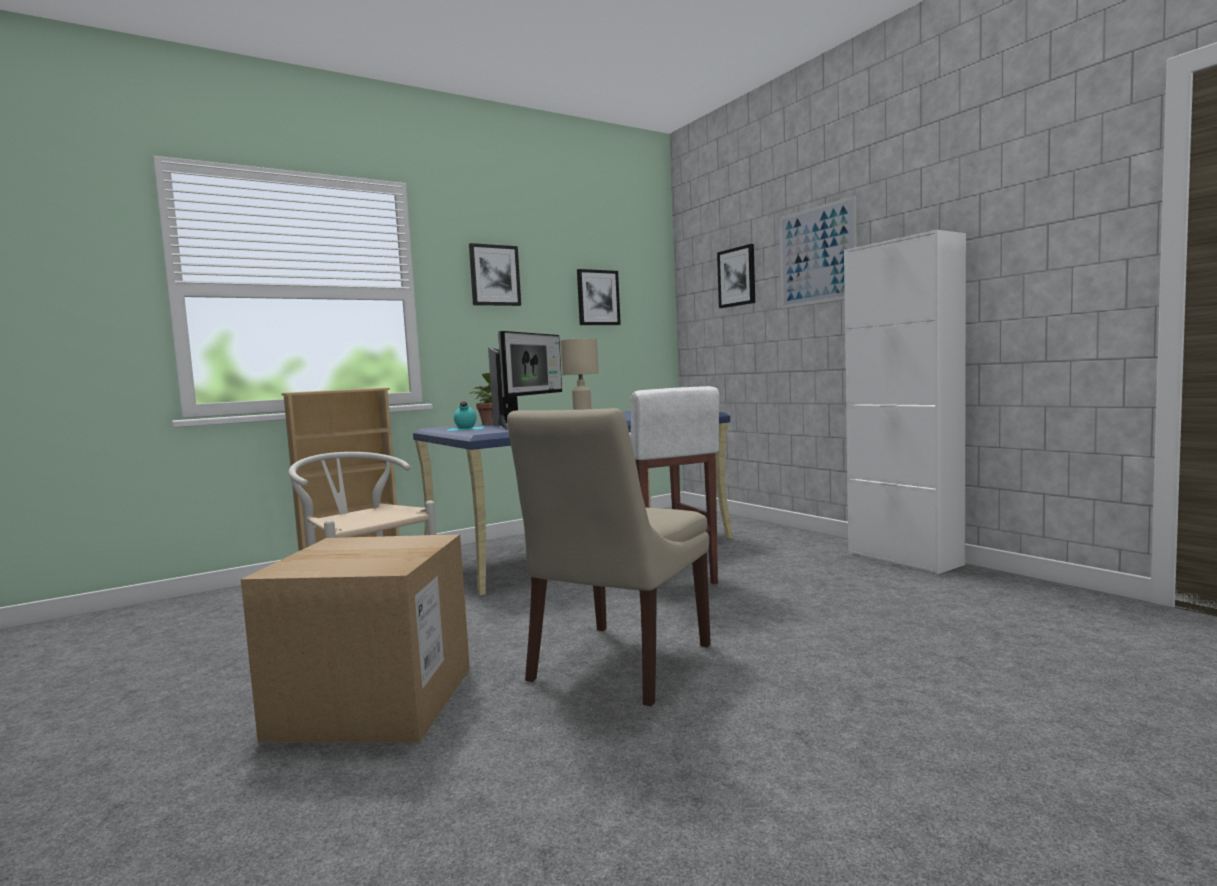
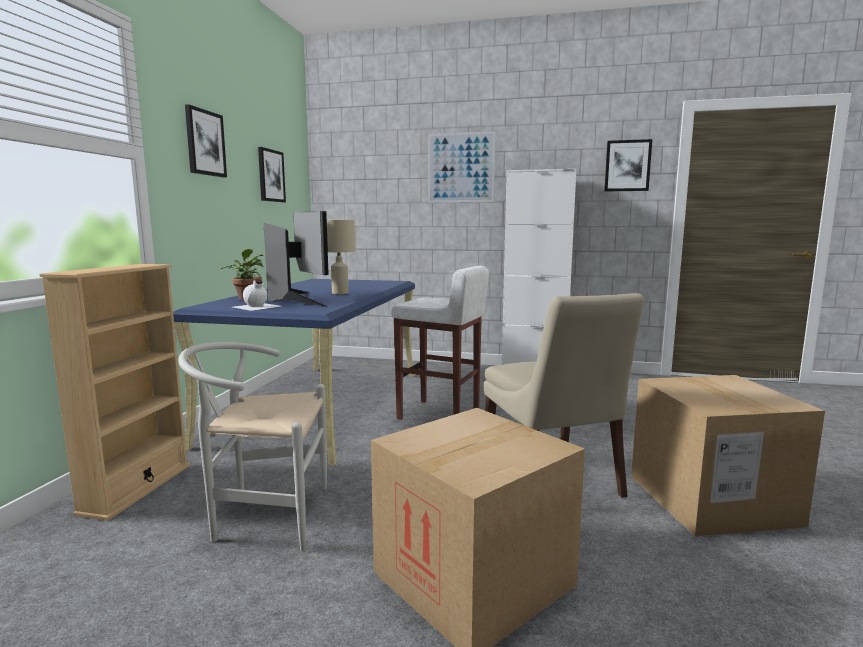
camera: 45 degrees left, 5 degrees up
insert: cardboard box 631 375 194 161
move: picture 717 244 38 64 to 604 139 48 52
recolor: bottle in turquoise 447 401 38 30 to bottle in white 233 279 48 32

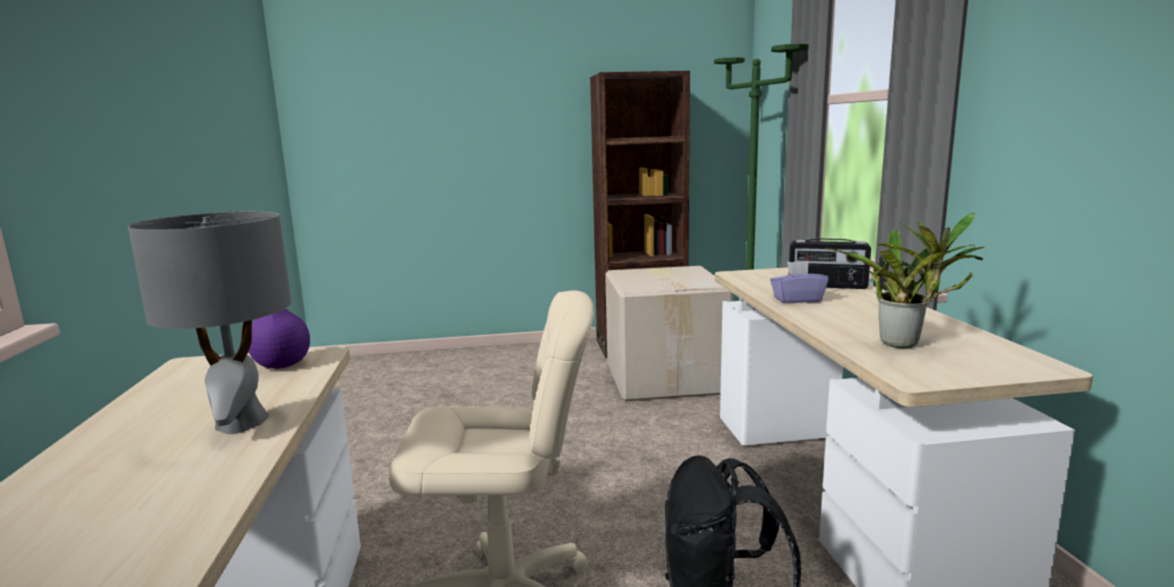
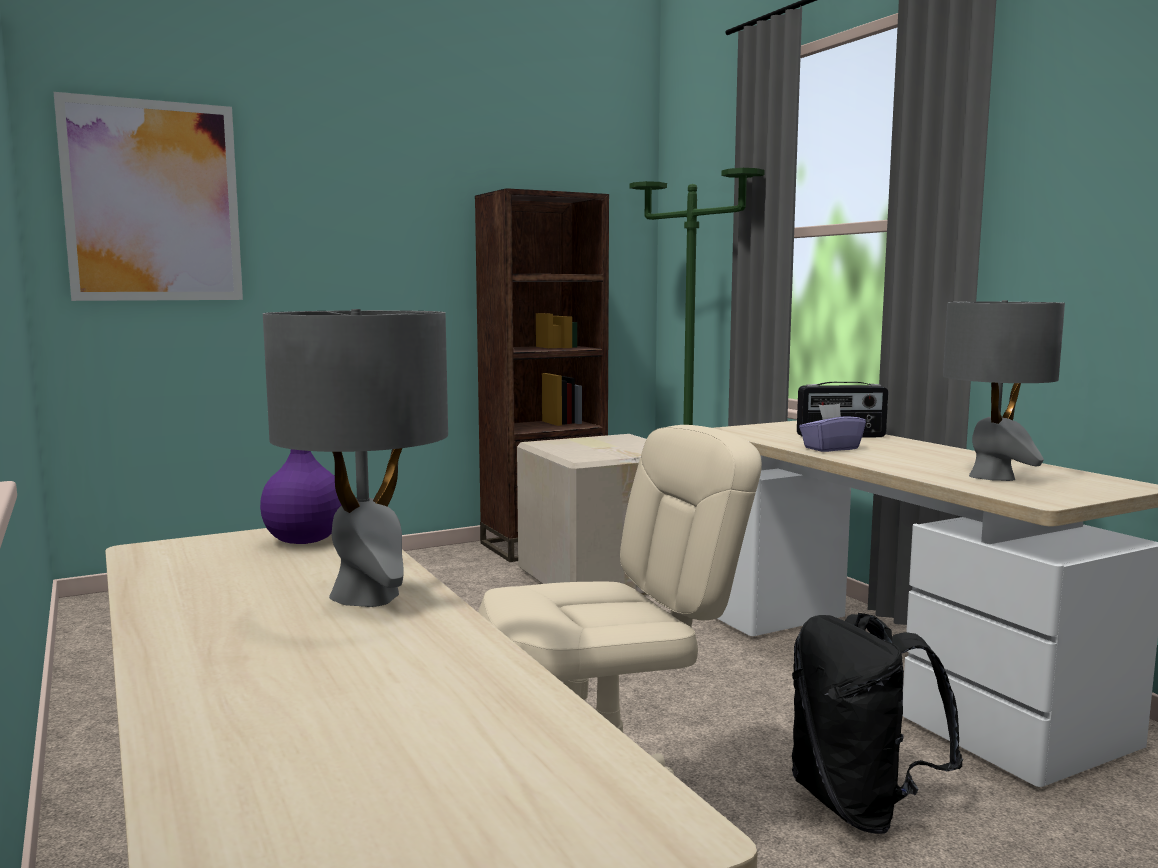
camera: 20 degrees left, 5 degrees down
insert: picture 54 92 189 209
replace: potted plant 826 213 158 135 to table lamp in grey 943 300 122 181

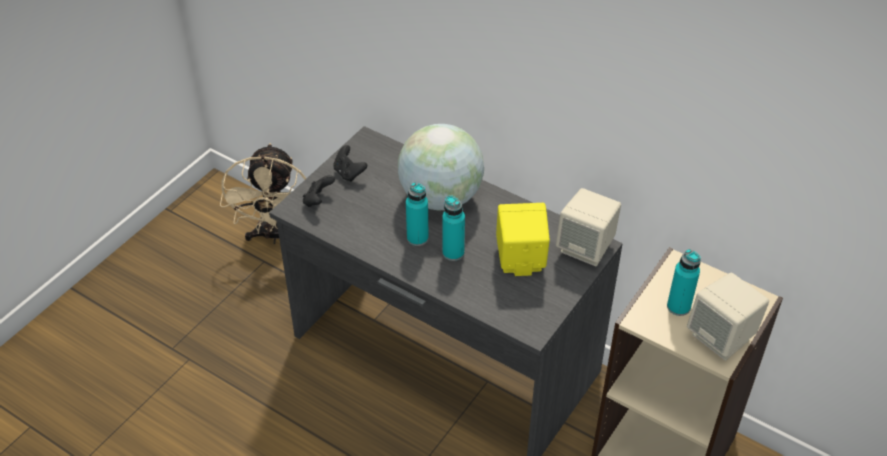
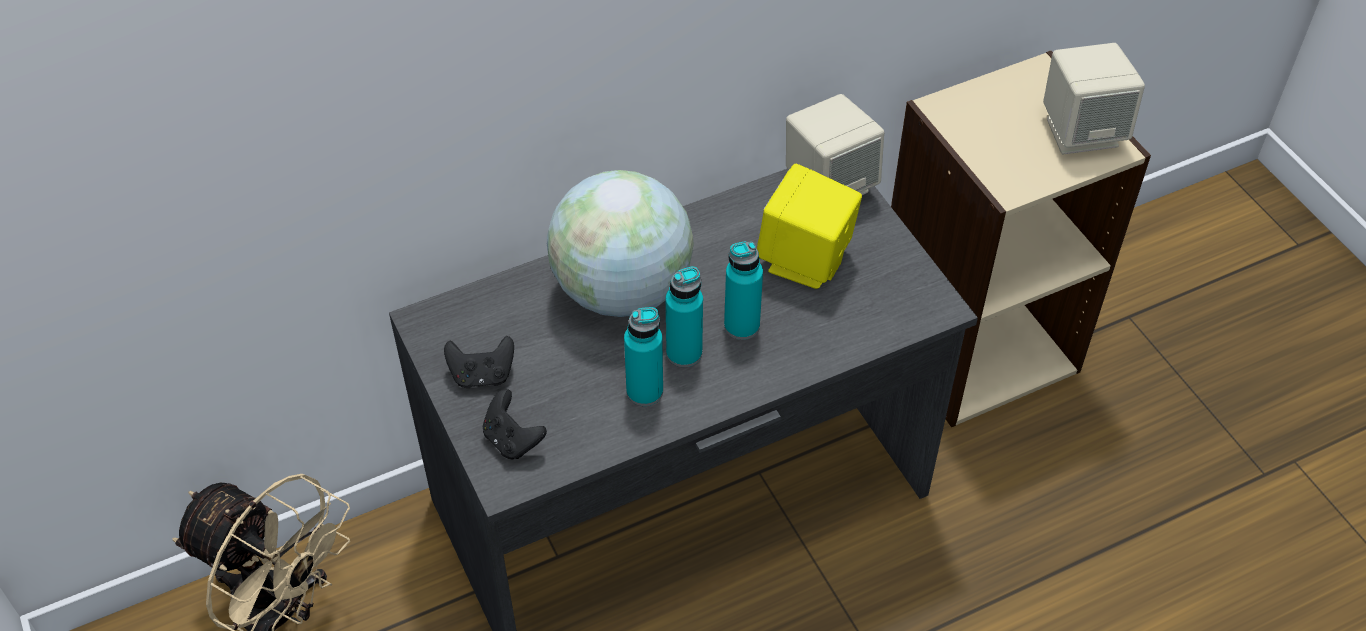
camera: 60 degrees left, 5 degrees up
move: bottle in turquoise 667 249 34 67 to 624 307 39 99

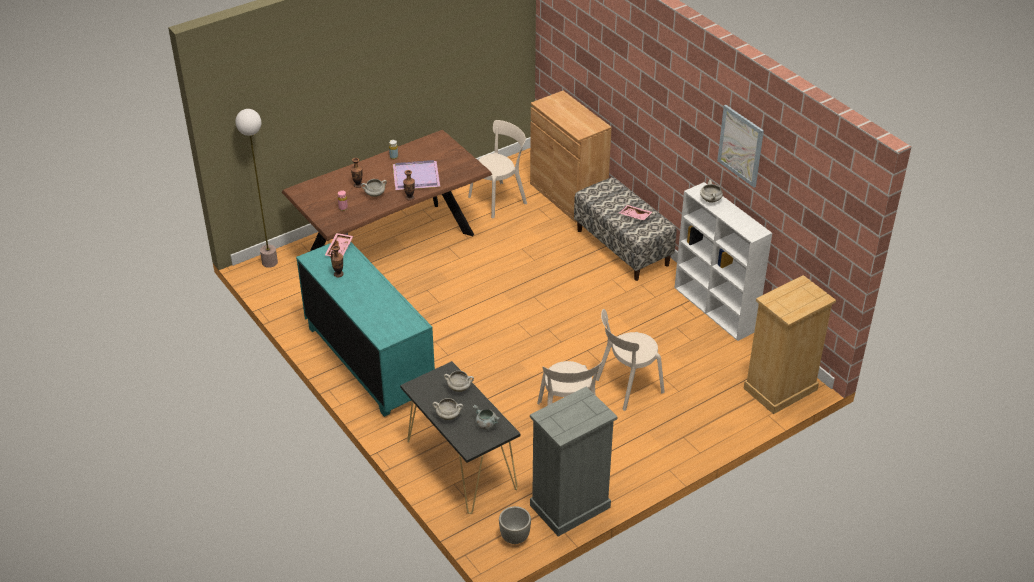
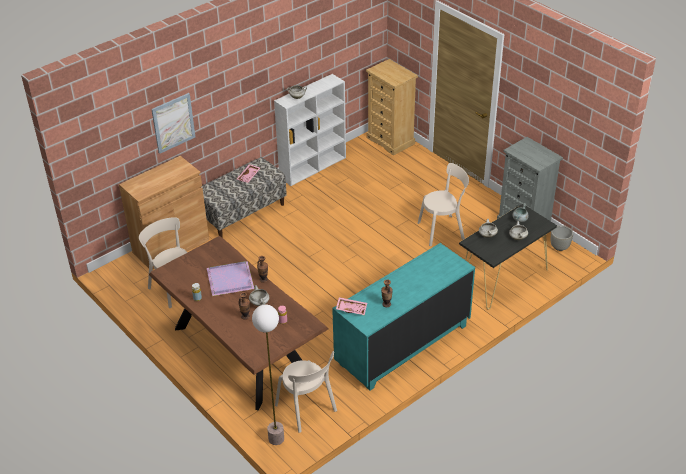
camera: 95 degrees left, 0 degrees up
move: chair in beige 596 309 69 102 to 275 351 62 82; picture 717 105 47 83 to 151 93 44 61

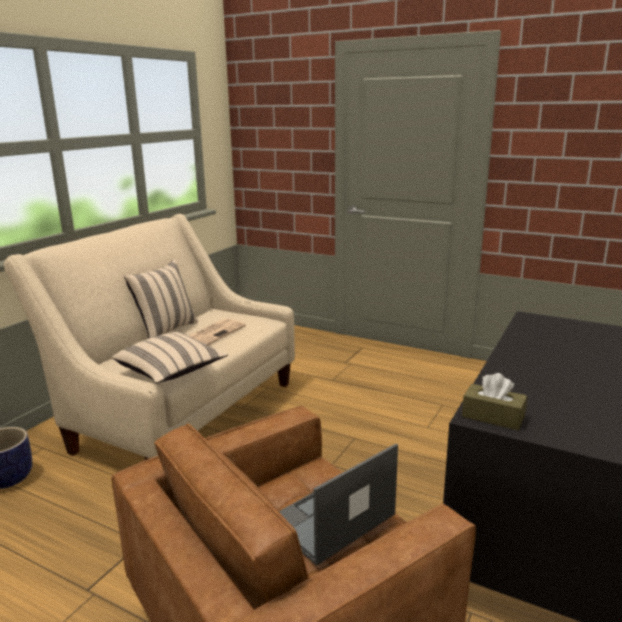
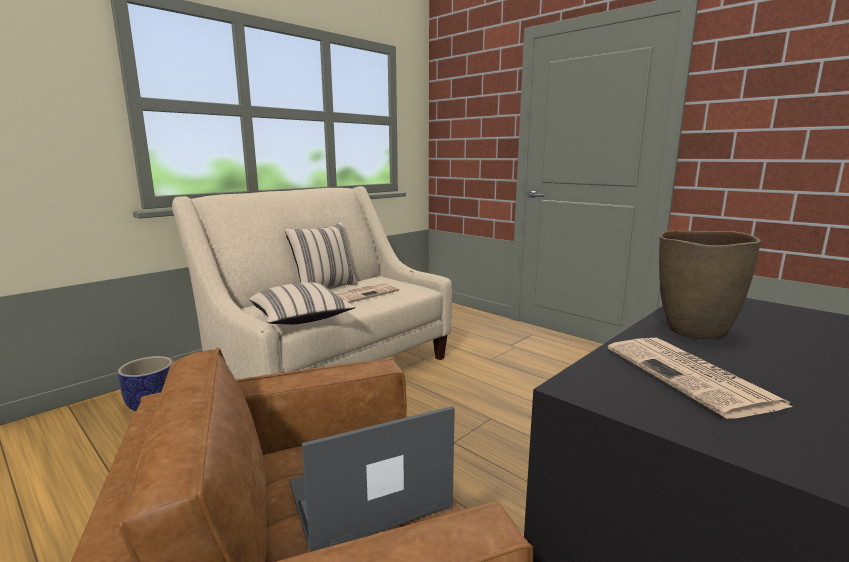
camera: 15 degrees right, 5 degrees down
delete: tissue box in brown 462 373 65 57
insert: newspaper 608 338 185 81; vase in brown 659 230 102 110

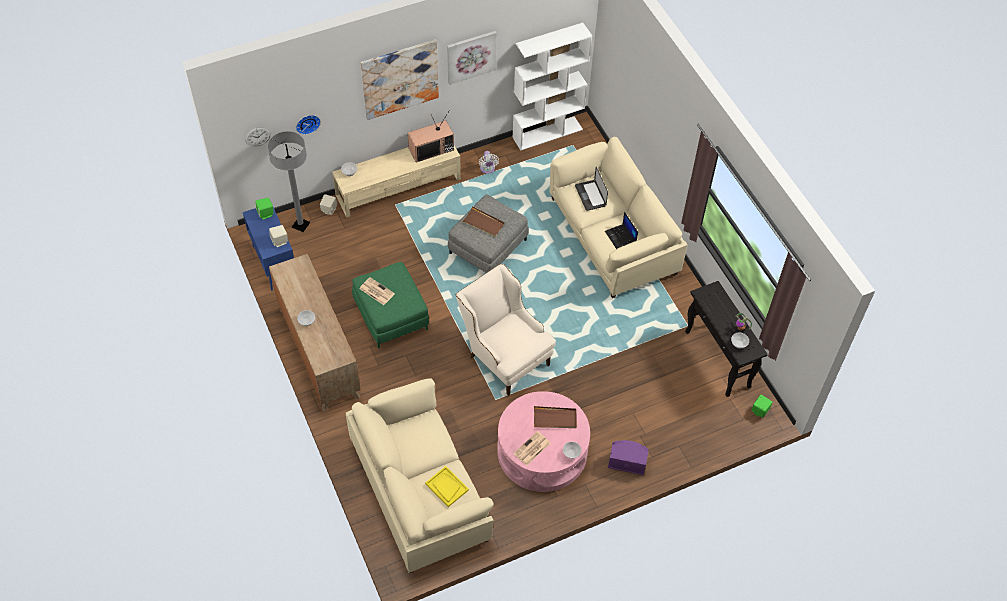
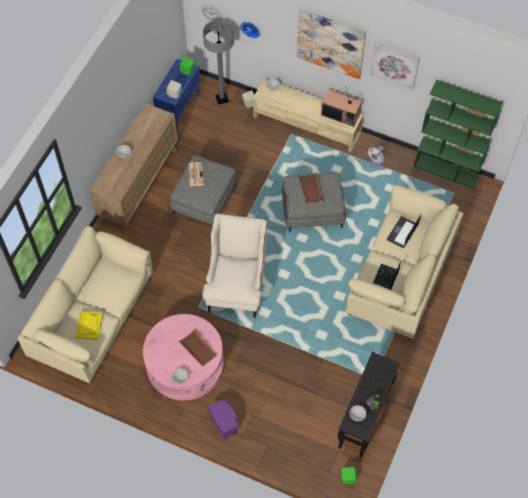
camera: 50 degrees right, 5 degrees up
delete: newspaper 513 431 37 34
recolor: ottoman in green 352 262 77 86 to ottoman in grey 171 155 66 69; bookcase in white 513 23 79 128 to bookcase in green 414 80 89 108

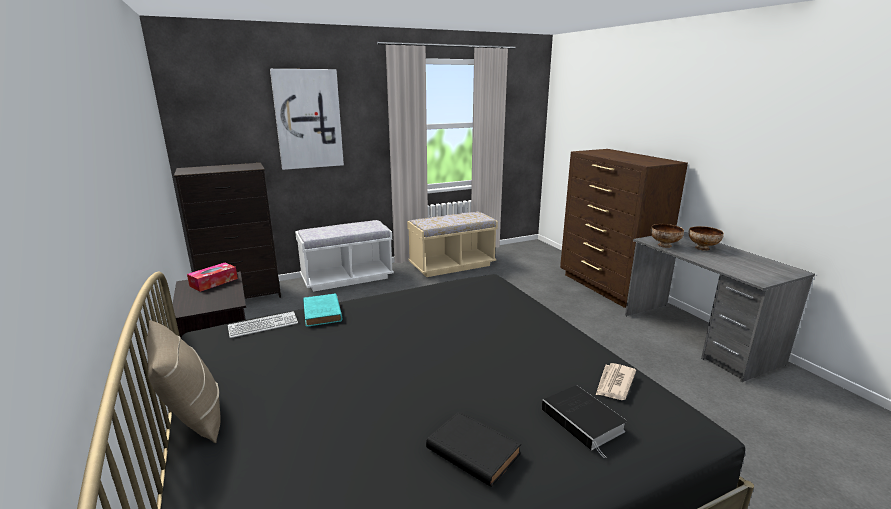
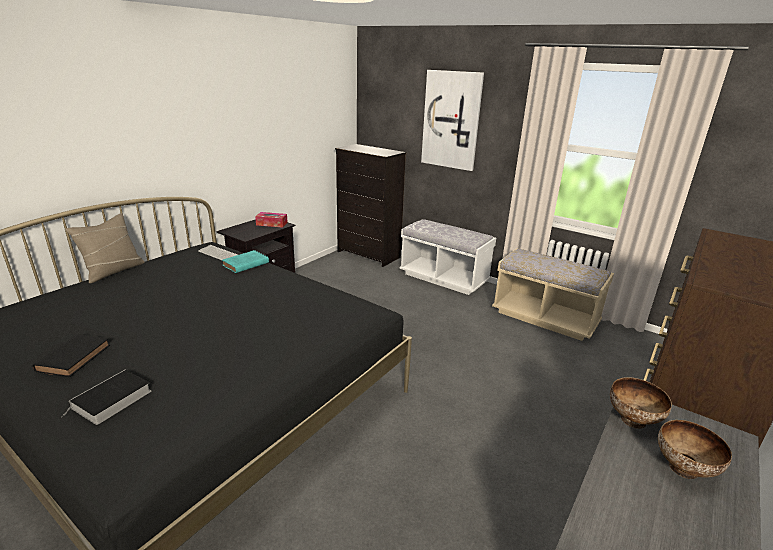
camera: 60 degrees right, 5 degrees up
delete: newspaper 596 363 40 37

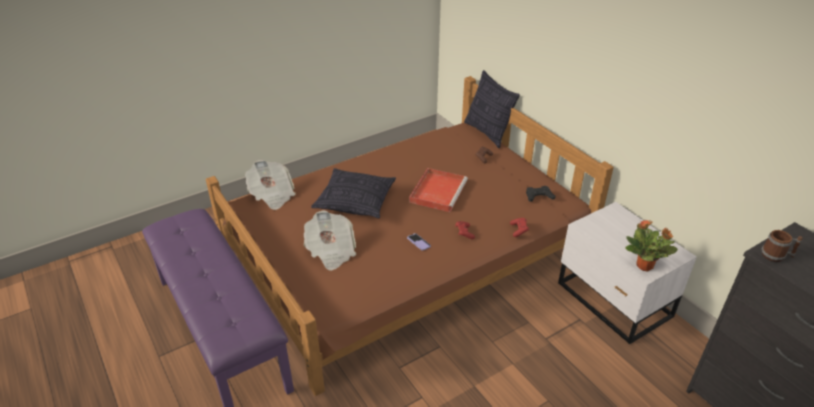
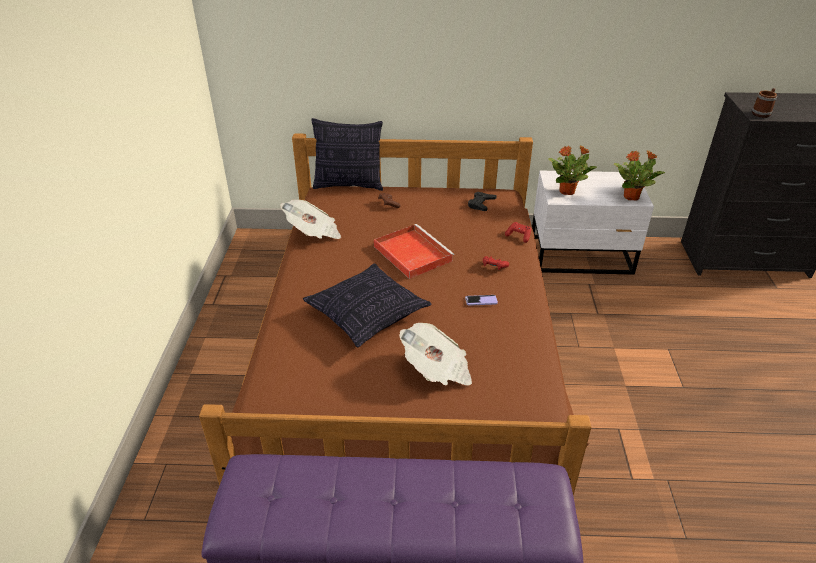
camera: 55 degrees left, 0 degrees up
insert: potted plant 548 145 49 50
move: newspaper 245 160 51 50 to 280 200 61 39

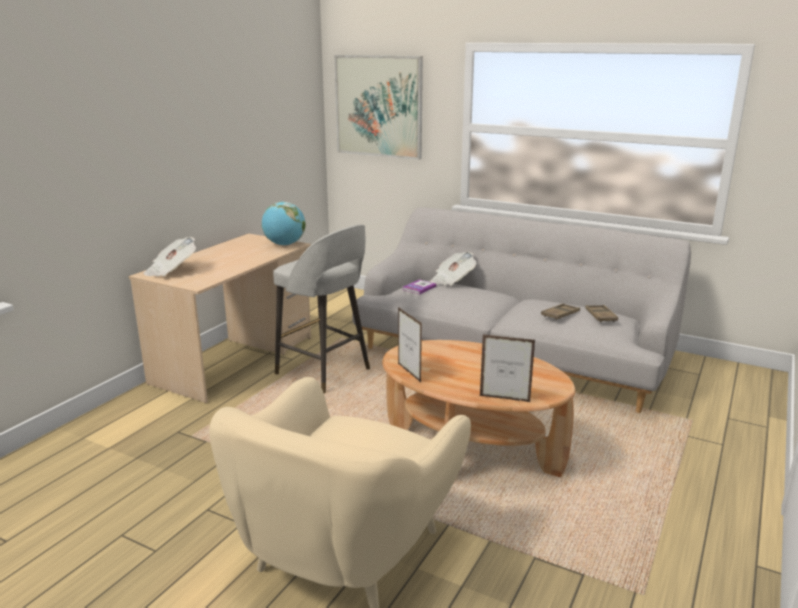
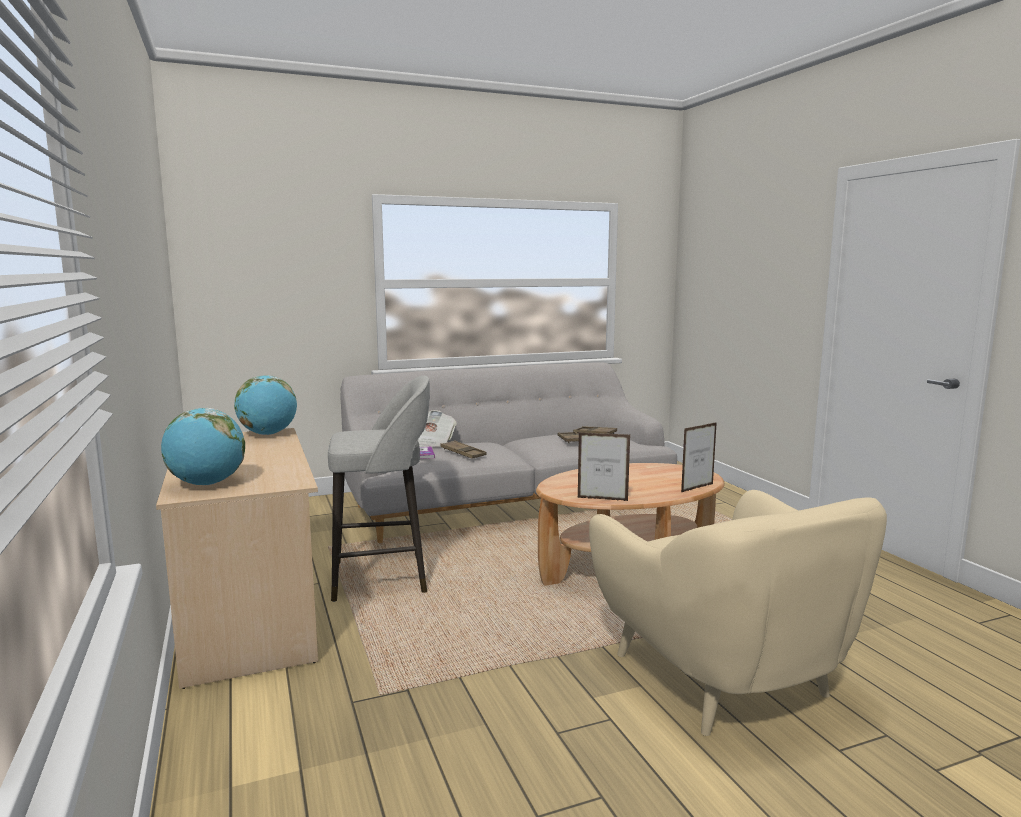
camera: 50 degrees left, 10 degrees down
delete: picture 334 55 89 105
insert: tray in brown 440 440 46 19
replace: newspaper 144 237 52 40 to globe 161 408 84 77

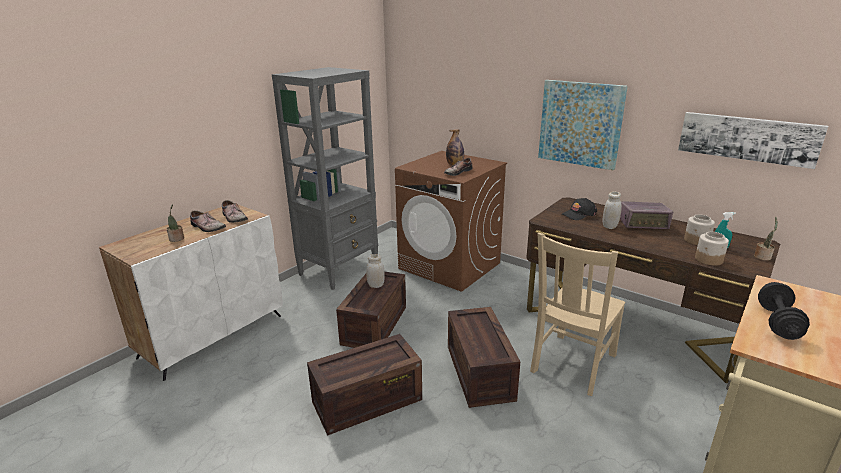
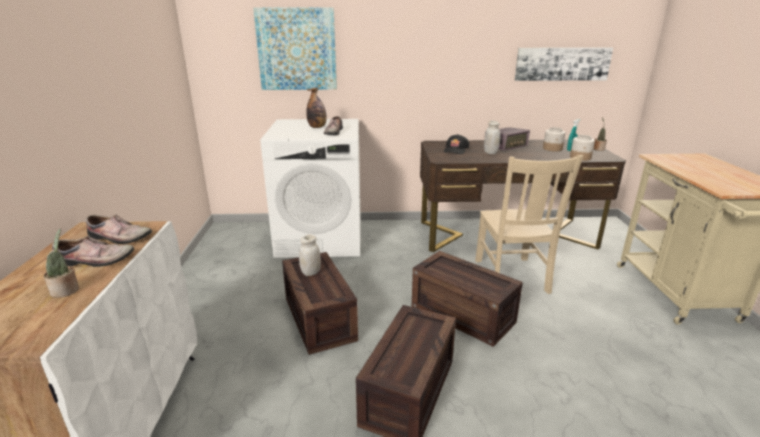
camera: 40 degrees left, 0 degrees up
delete: bookcase in grey 272 67 106 223; dumbbell in black 758 282 52 58
move: picture 538 80 90 90 to 253 8 84 82
recolor: washing machine in brown 395 151 112 141 to washing machine in white 260 119 101 139

